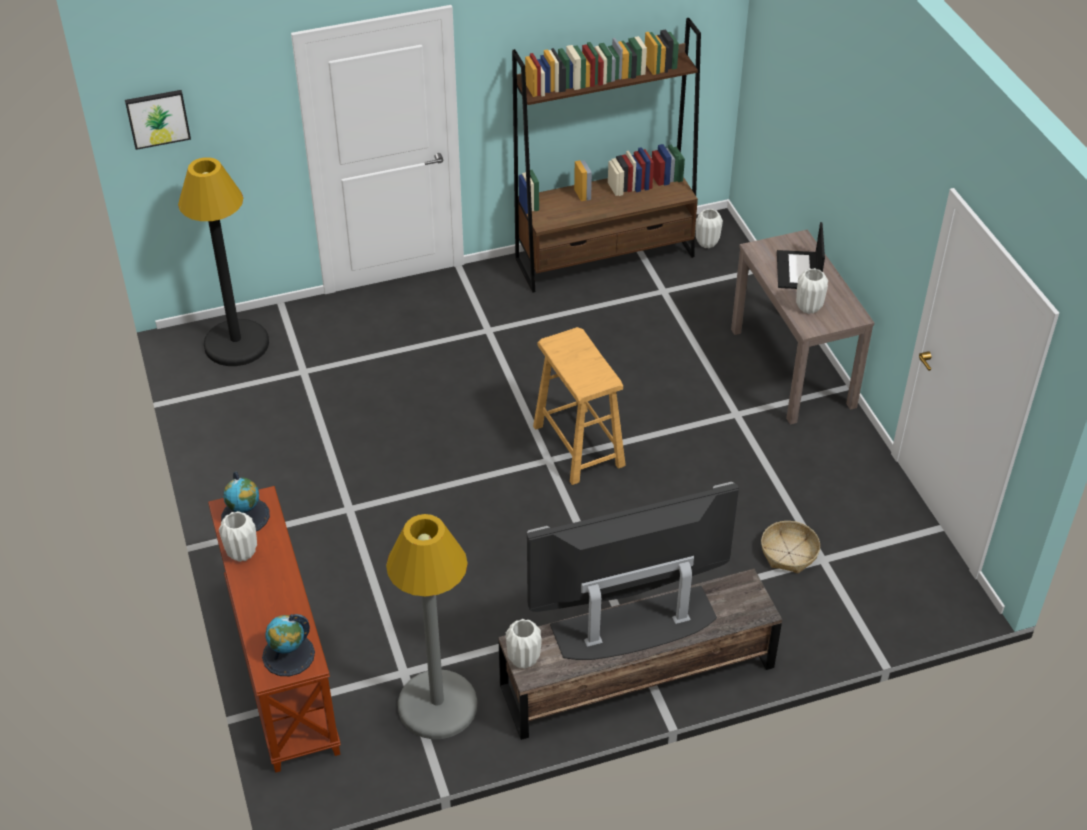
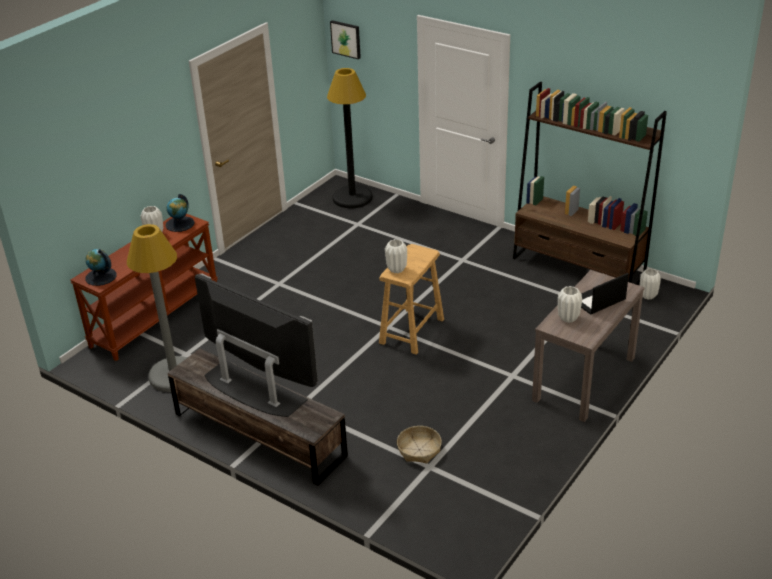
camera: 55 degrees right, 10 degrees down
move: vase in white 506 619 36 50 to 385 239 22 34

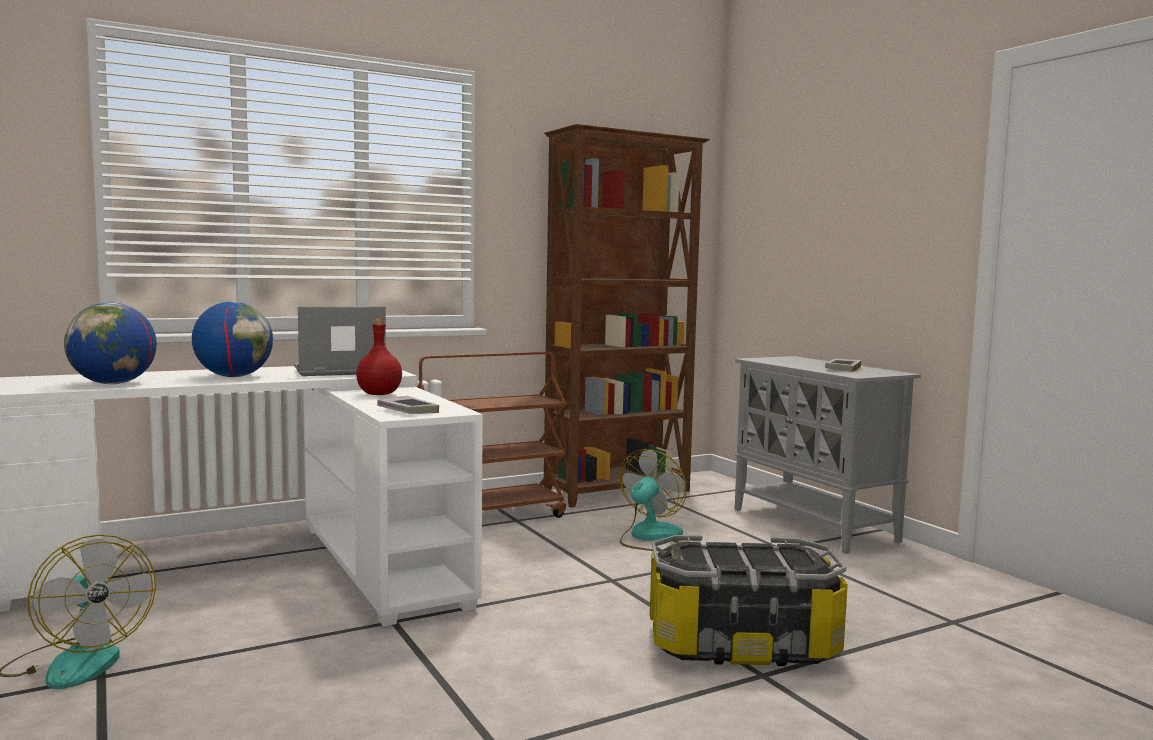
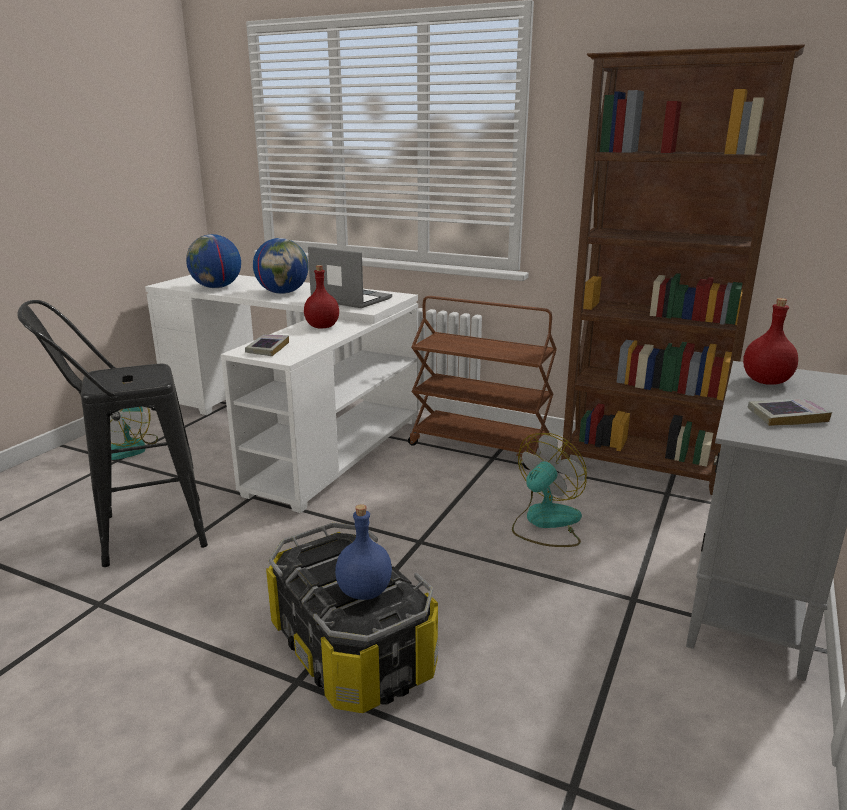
camera: 55 degrees right, 15 degrees up
insert: stool in black 17 300 191 267; bottle in blue 335 504 57 96; bottle in red 743 298 55 87
rotate: fan 620 449 67 102 = 512 433 75 114 45 degrees counterclockwise

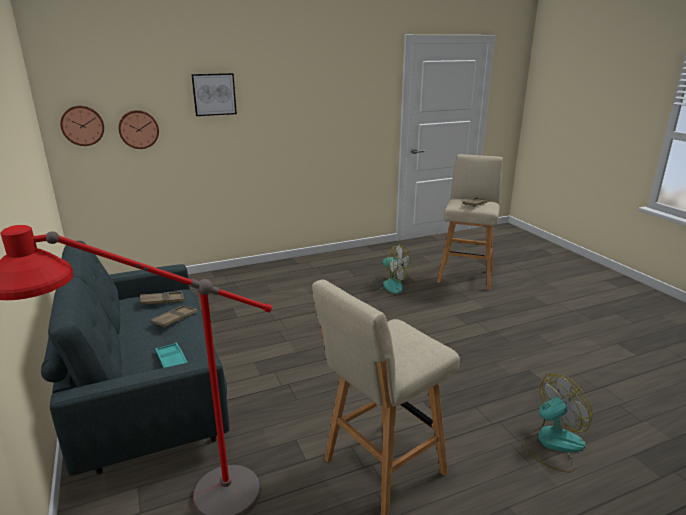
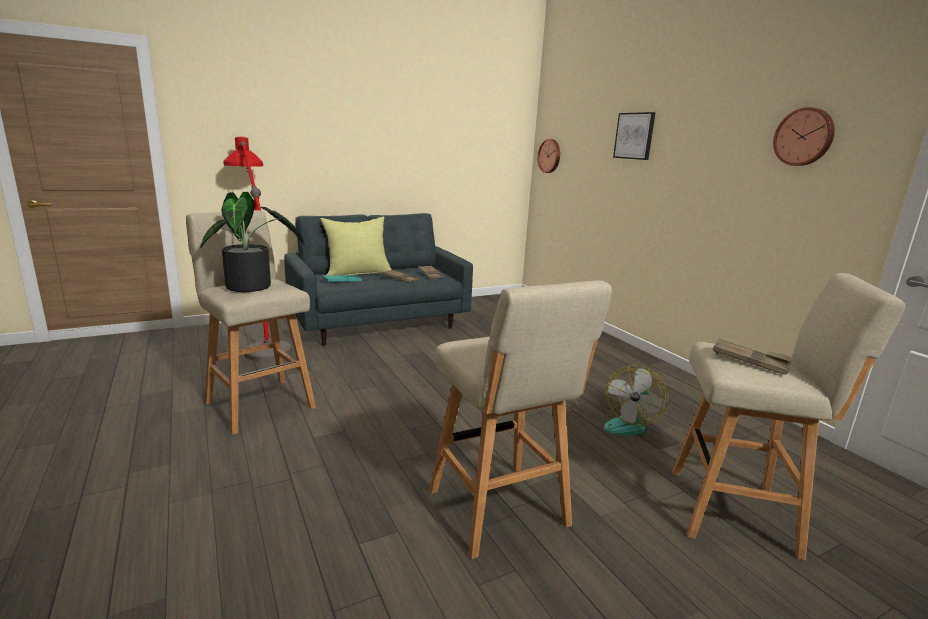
camera: 85 degrees right, 5 degrees down
delete: fan 521 374 71 99
insert: potted plant 201 192 104 100; pillow in yellow 320 217 72 58; stool in beige 429 280 183 279
move: wall clock 118 110 41 39 to 773 107 62 59

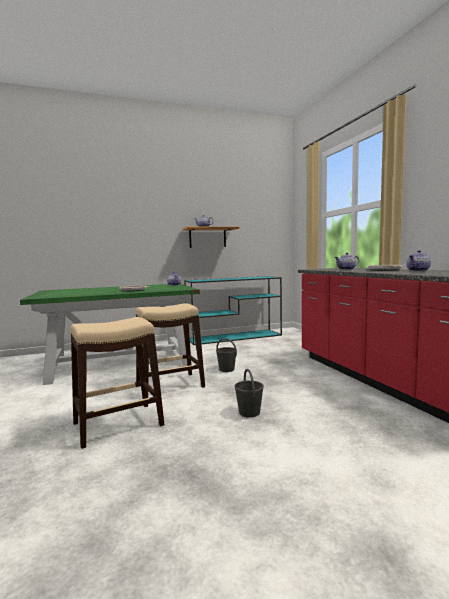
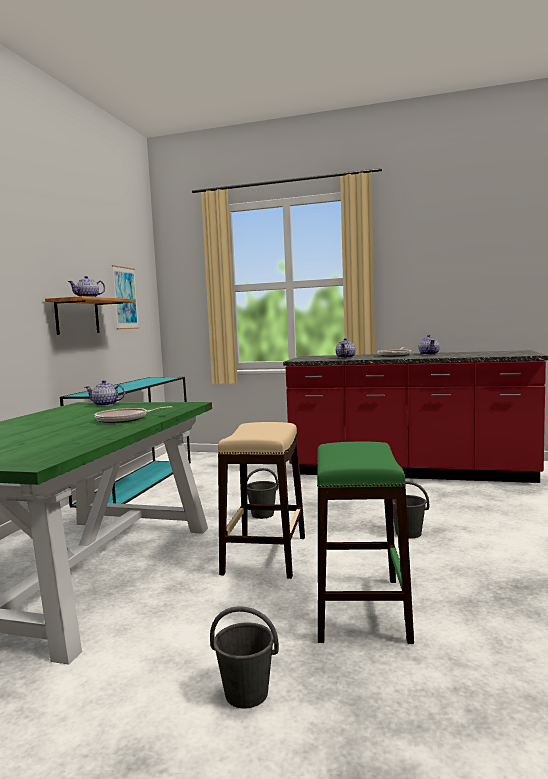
camera: 55 degrees left, 0 degrees up
insert: picture 112 265 27 64; bucket in grey 210 606 69 103
recolor: stool in beige 70 317 94 132 to stool in green 317 442 97 202

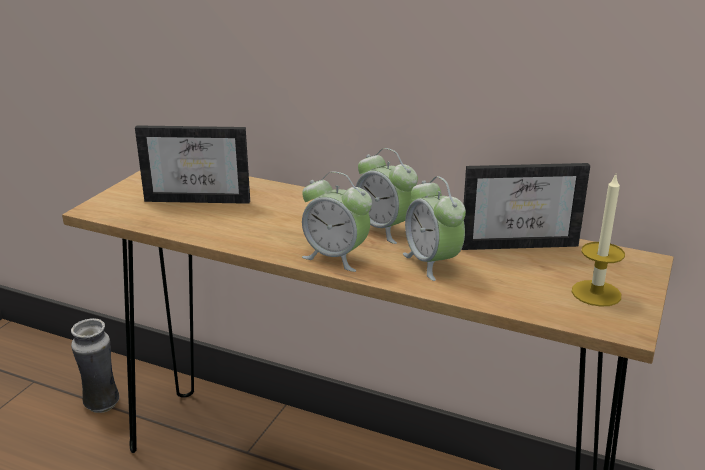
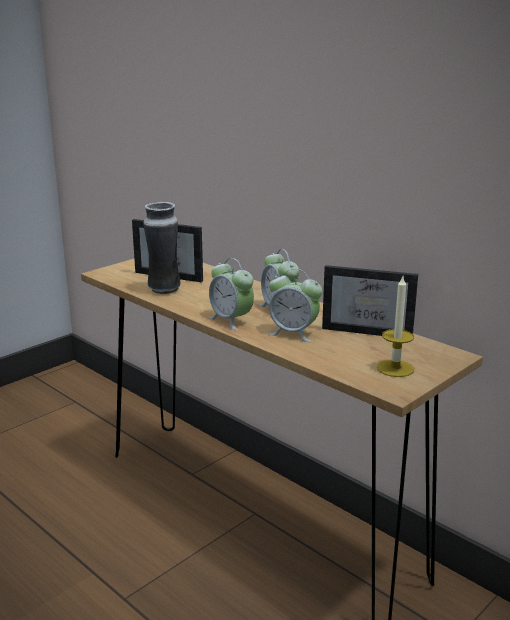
camera: 20 degrees right, 5 degrees down
move: vase 71 318 48 95 to 143 202 38 92
rotate: alarm clock 403 176 63 105 = 269 269 53 73 60 degrees counterclockwise

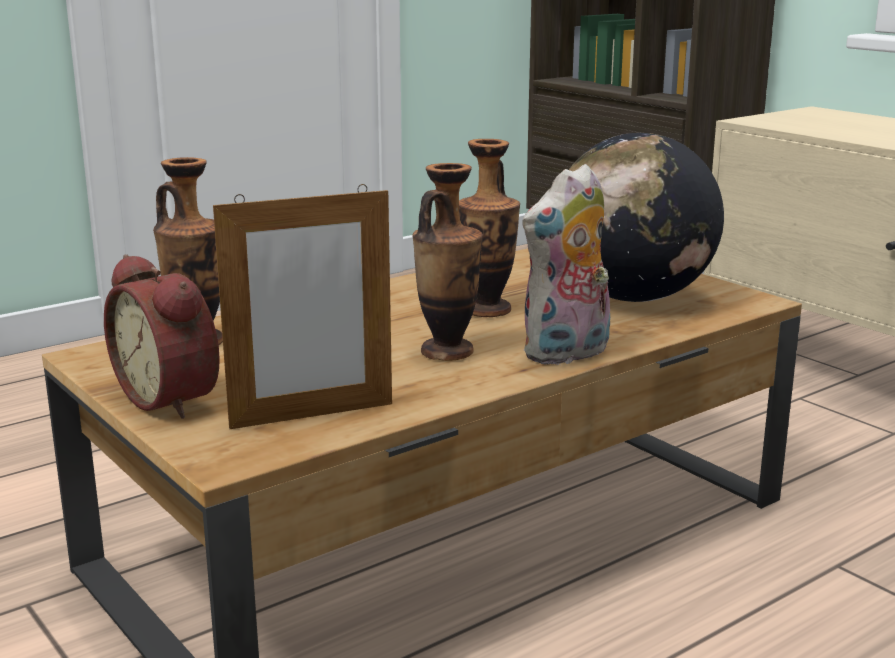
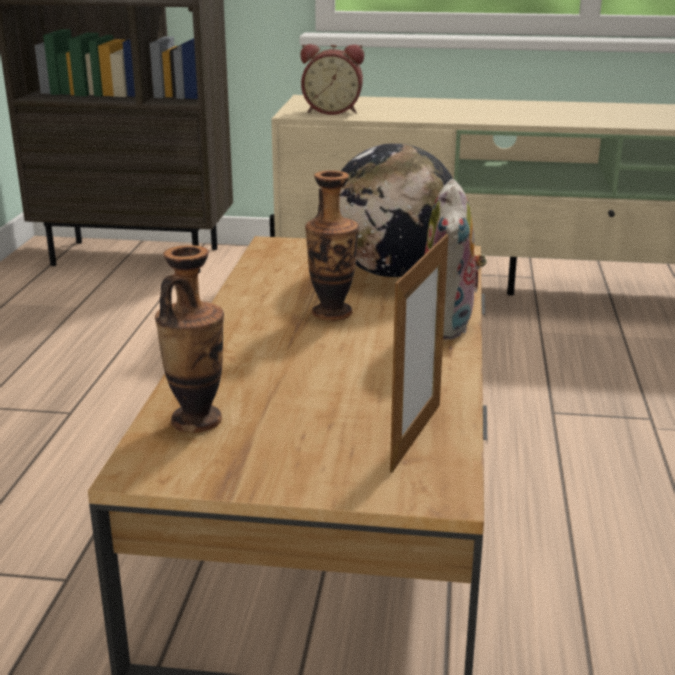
camera: 45 degrees left, 5 degrees up
delete: vase 412 163 71 198
move: alarm clock 104 254 116 165 to 301 44 63 71

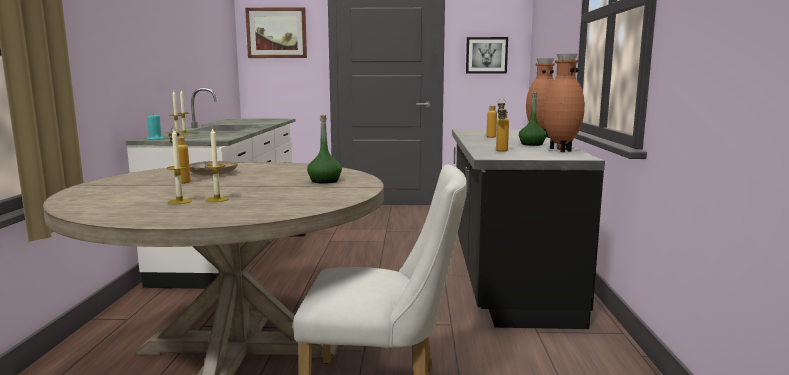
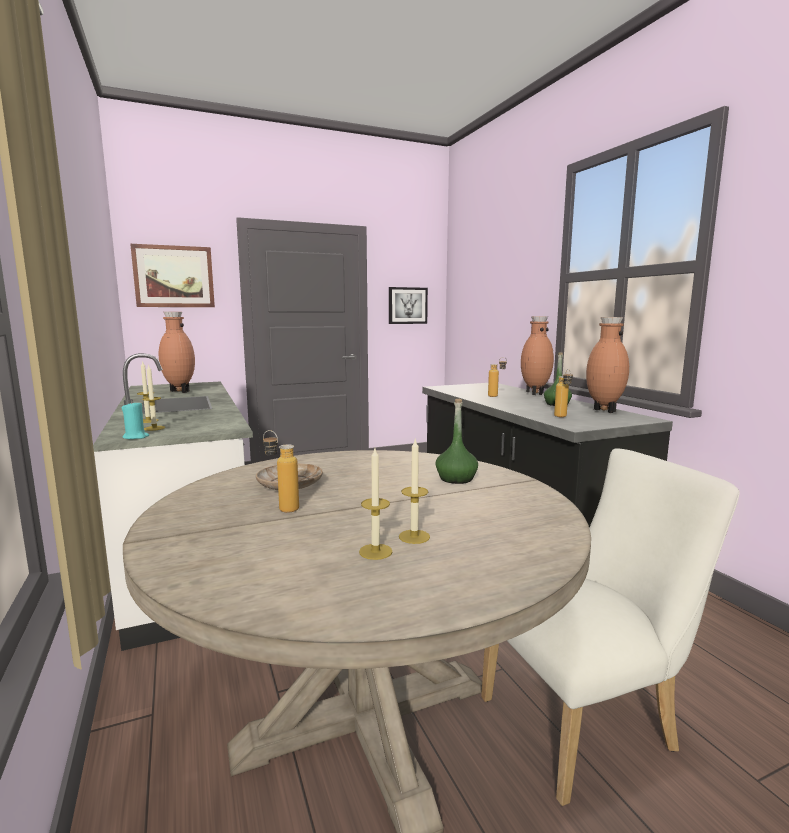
camera: 25 degrees left, 0 degrees up
insert: vase in brown 159 312 36 81

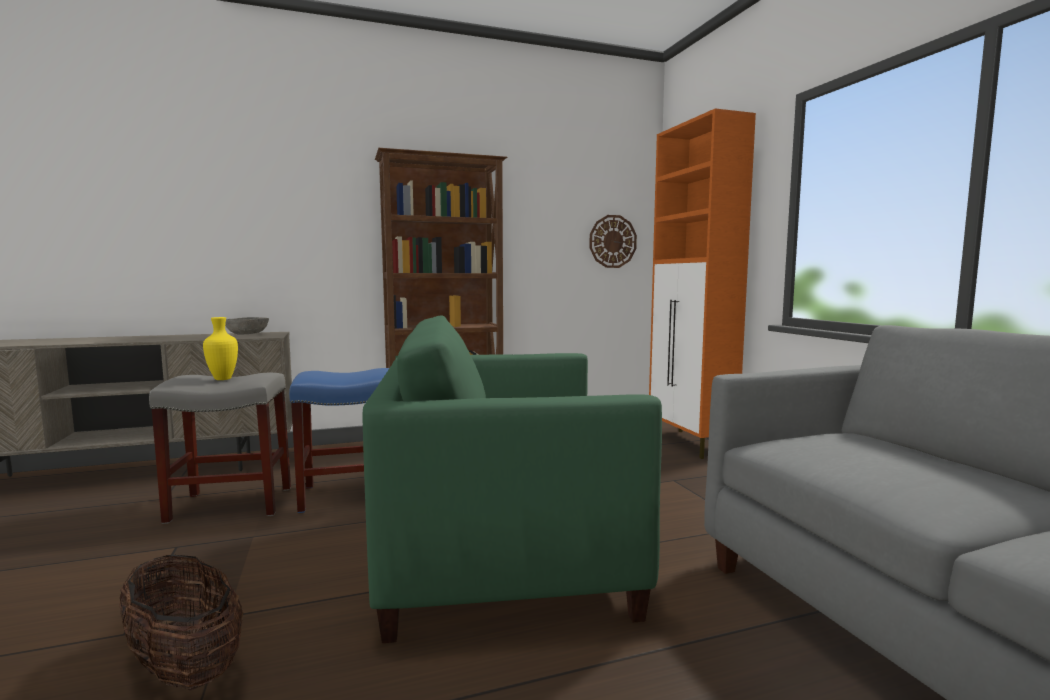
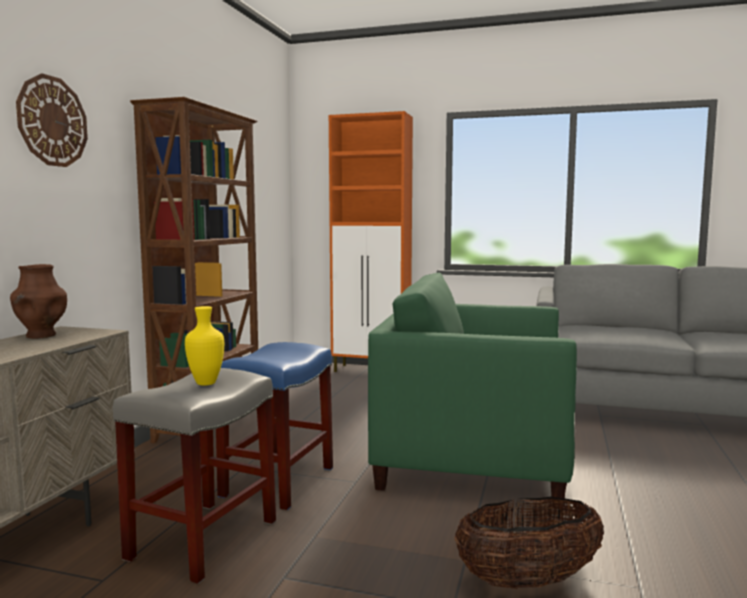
camera: 55 degrees left, 0 degrees up
move: wall clock 589 215 48 53 to 16 73 72 94
replace: bowl in grey 225 317 44 17 to vase in brown 10 264 57 74
rotate: armchair in green 363 315 299 328 = 368 273 209 234 75 degrees clockwise

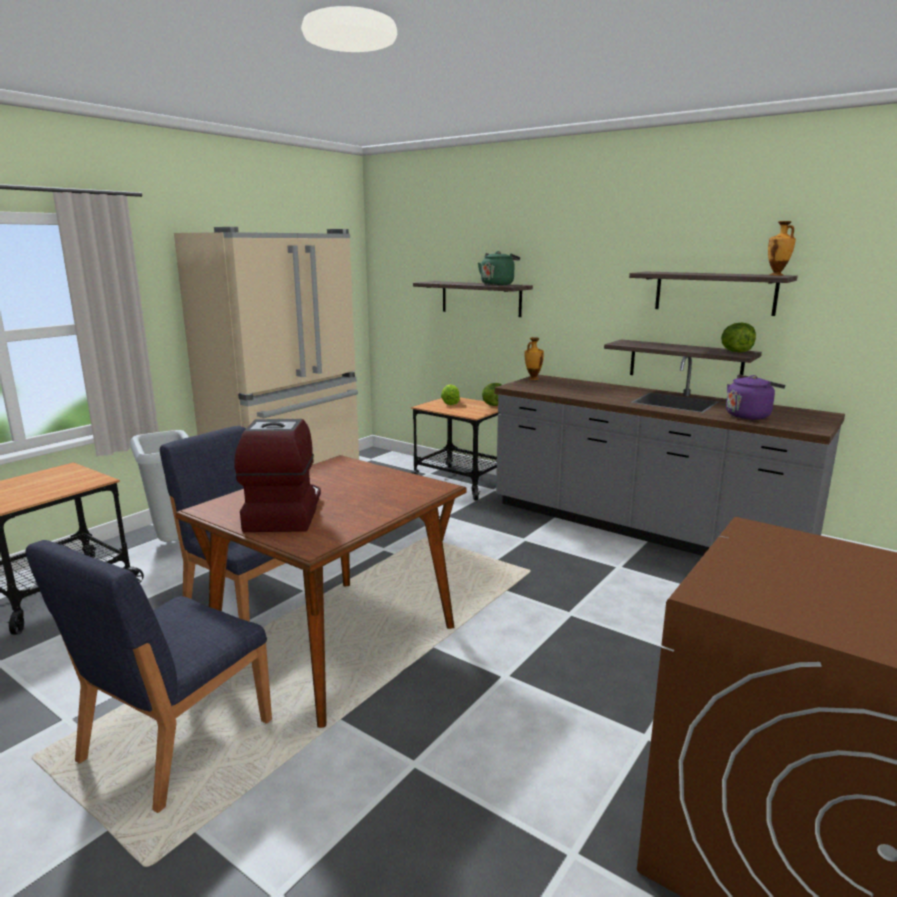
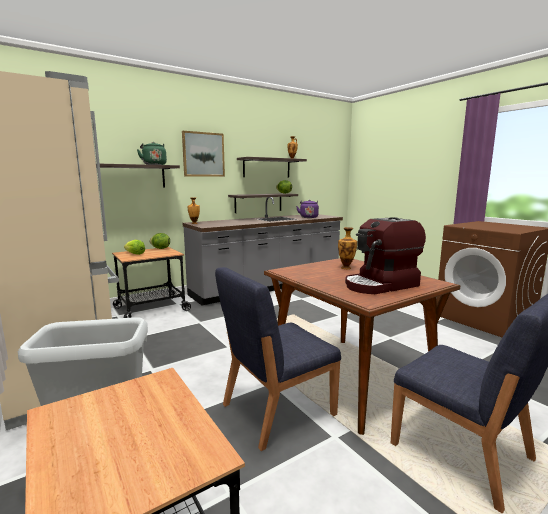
camera: 70 degrees left, 5 degrees down
insert: picture 182 131 43 46; vase 338 227 19 42
rotate: coffee machine 234 419 87 113 = 345 217 81 77 45 degrees counterclockwise

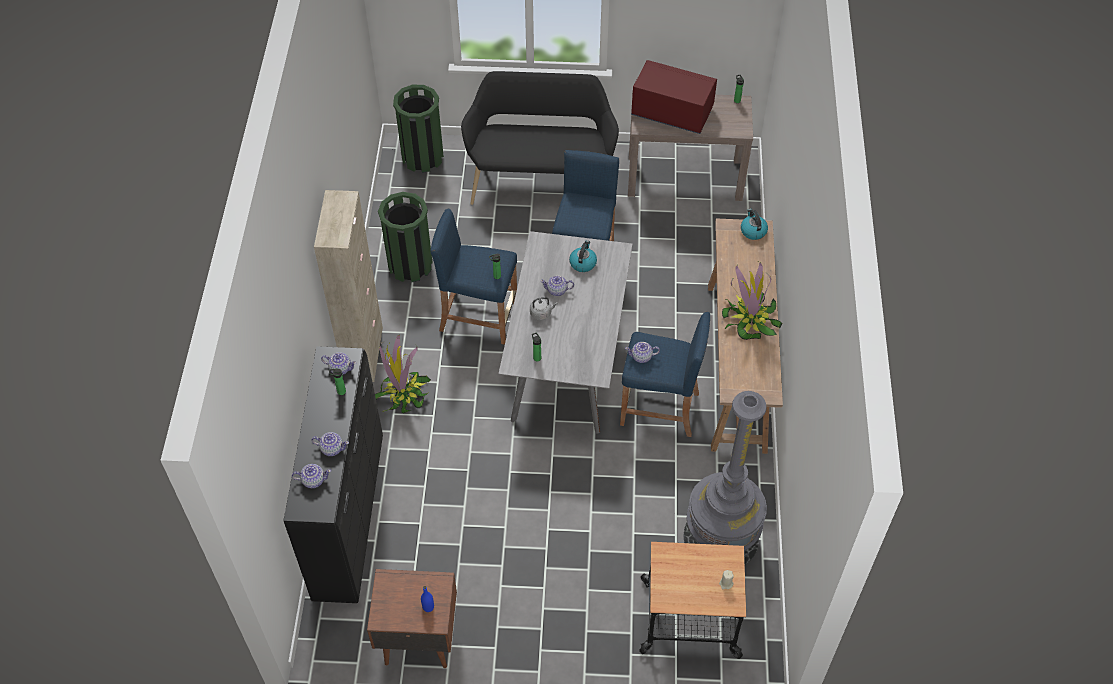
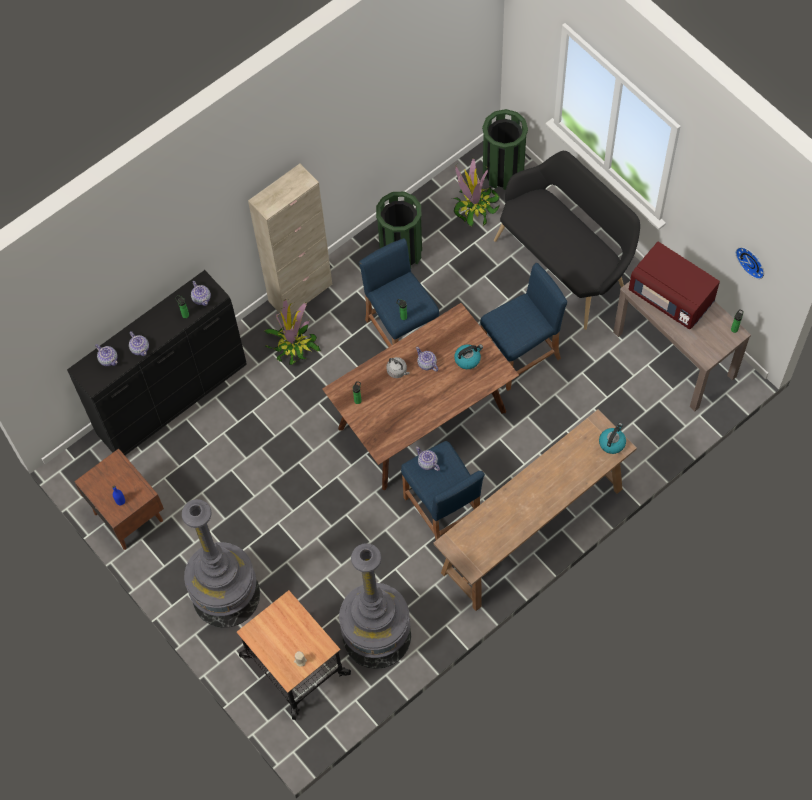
camera: 50 degrees right, 10 degrees up
insert: floor lamp in grey 182 499 78 128; wall clock 736 247 28 32
move: potted plant 722 262 60 78 to 450 158 50 69
recolor: dining table in grey 498 231 134 203 to dining table in brown 322 303 197 187
rotate: microwave in red 631 60 86 74 = 629 242 91 87 150 degrees clockwise

